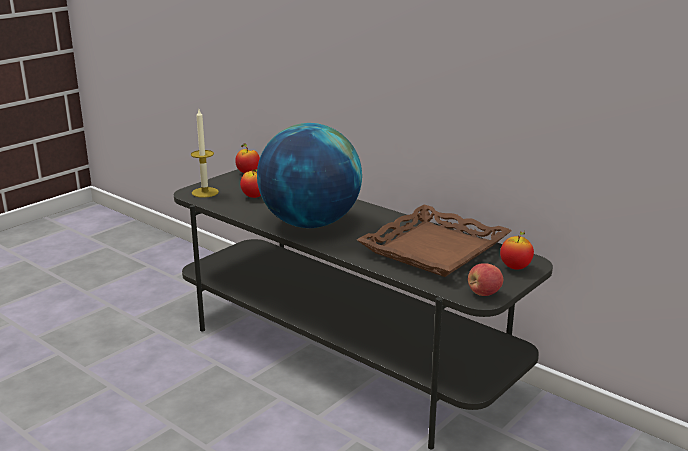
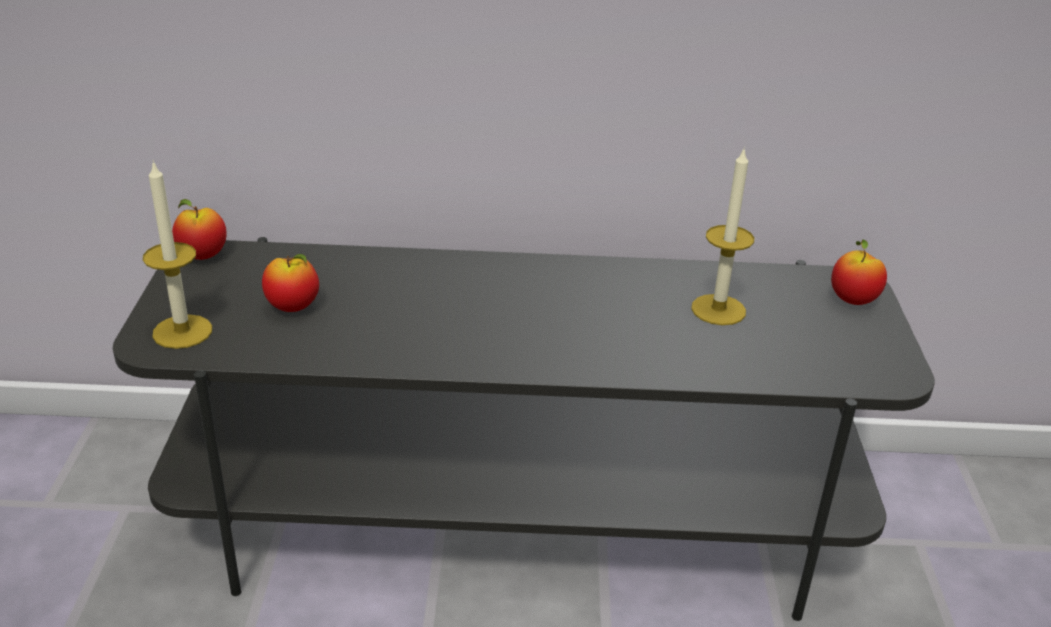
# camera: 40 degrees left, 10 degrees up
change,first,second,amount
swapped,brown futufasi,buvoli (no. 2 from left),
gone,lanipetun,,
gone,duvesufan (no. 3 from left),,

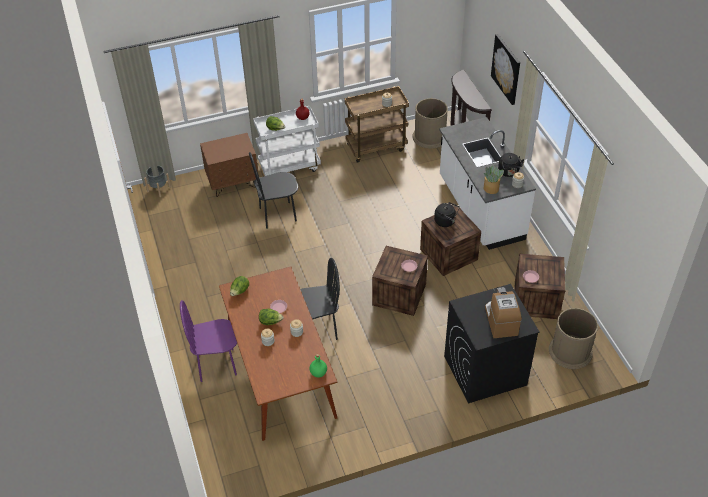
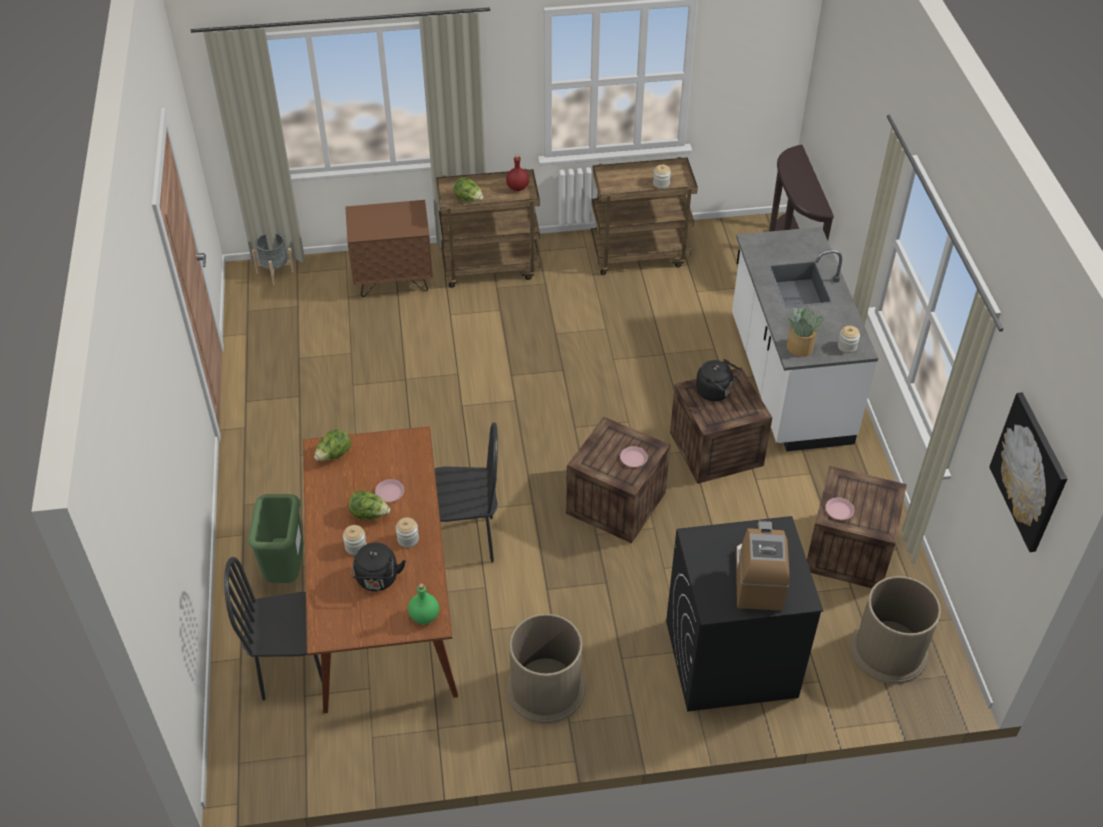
# camera: 10 degrees right, 0 degrees up
change,first,second,amount
shifted,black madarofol (no. 1 from left),,
swapped,purple madarofol,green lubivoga,
shifted,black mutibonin (no. 2 from left in the first image),black mutibonin (no. 1 from left),
repainted,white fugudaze,brown fugudaze (no. 1 from left),
shifted,brown lubivoga (no. 1 from left),,
shifted,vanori,,

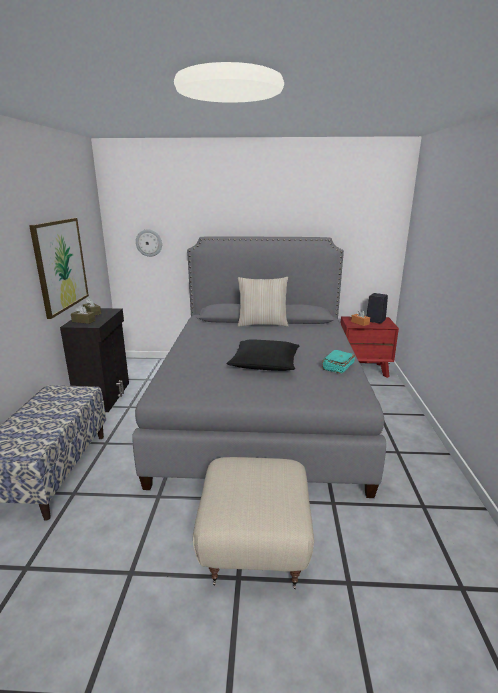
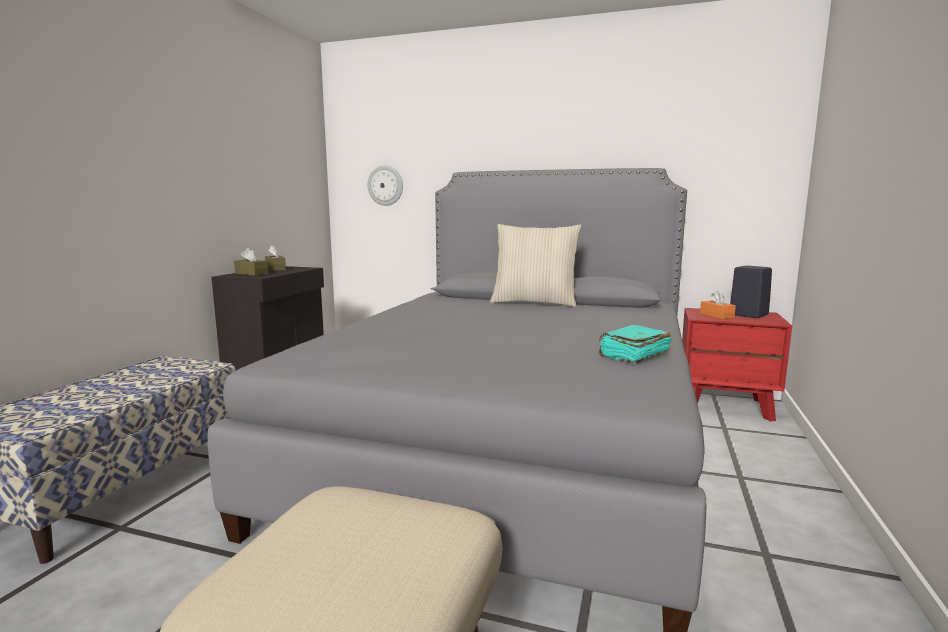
# camera: 15 degrees right, 10 degrees down
change,first,second,amount
gone,vanori,,
gone,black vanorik,,

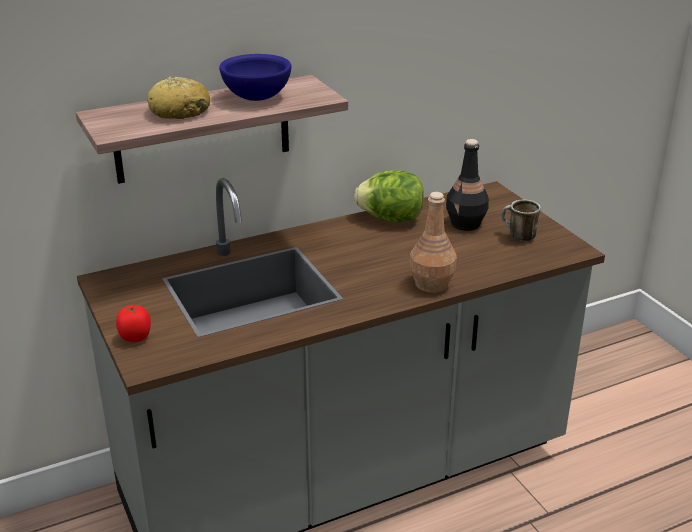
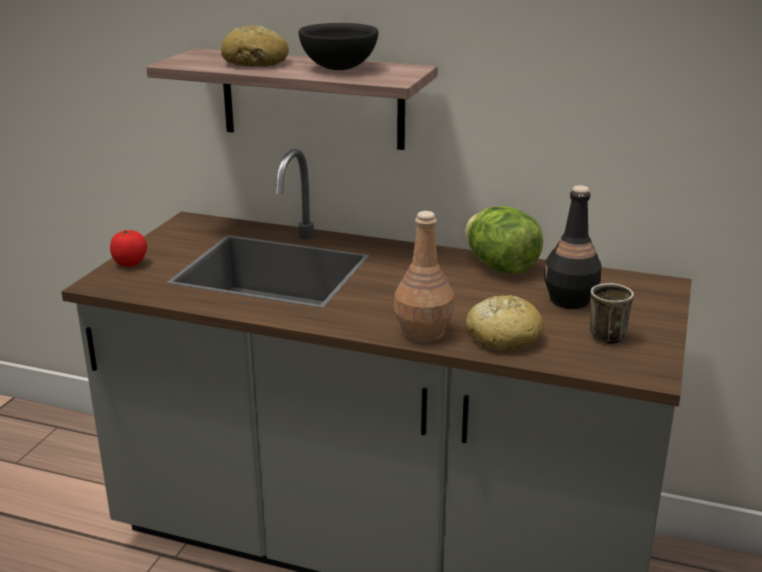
# camera: 45 degrees right, 5 degrees down
change,first,second,amount
repainted,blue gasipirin,black gasipirin,
new,,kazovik (no. 2 from left),

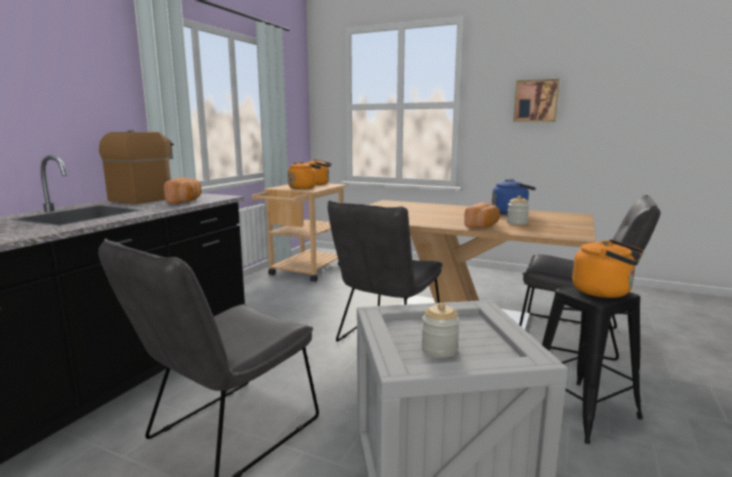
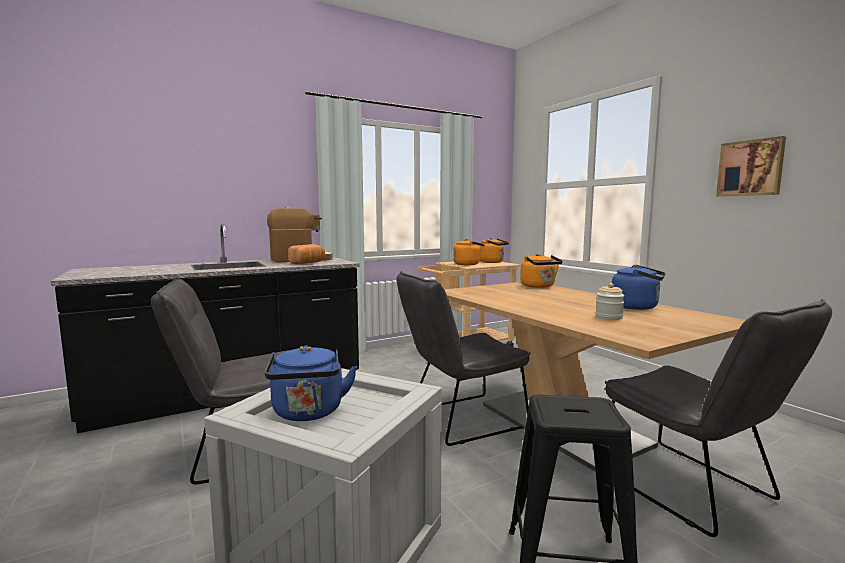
# camera: 35 degrees right, 5 degrees down
change,first,second,amount
swapped,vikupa (no. 1 from left),blue mutibonin (no. 1 from left),
shifted,orange mutibonin (no. 3 from left),,
gone,kazovik (no. 2 from left),,

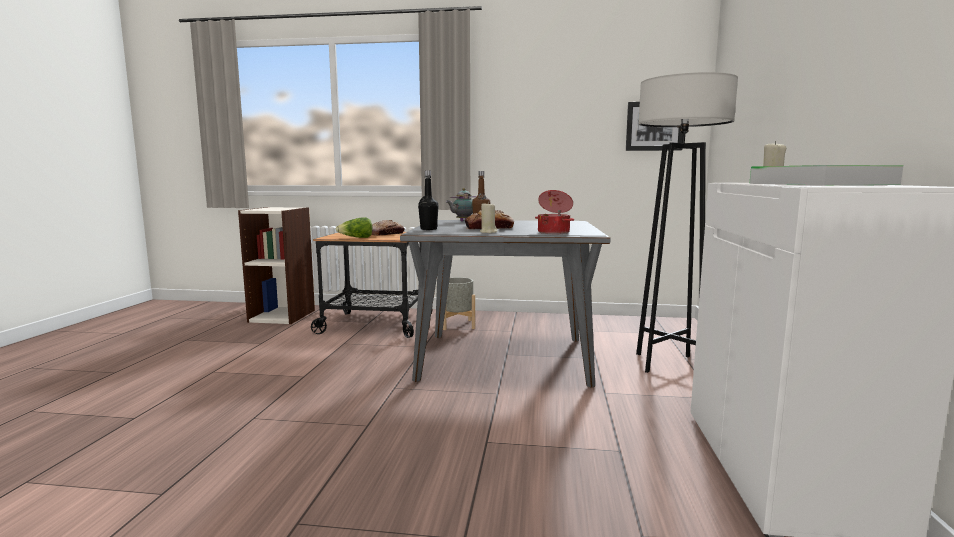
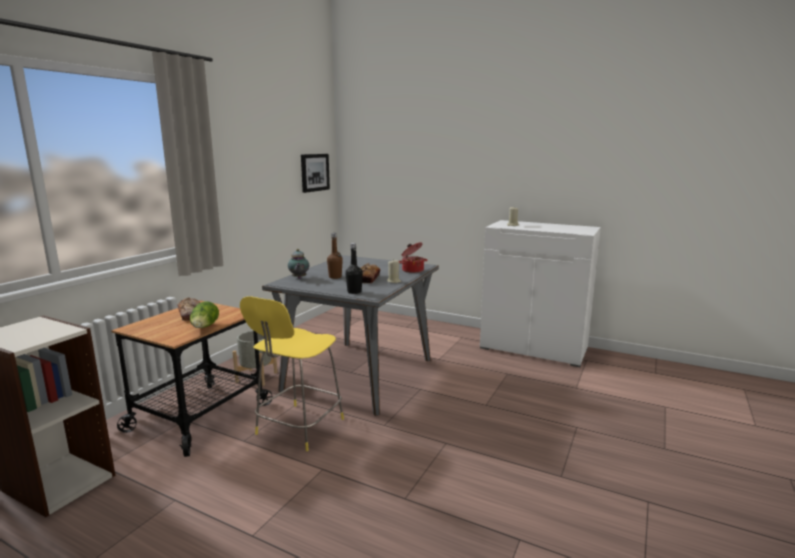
# camera: 70 degrees left, 5 degrees up
change,first,second,amount
new,,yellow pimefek,
gone,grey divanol,,
gone,futufasi,,

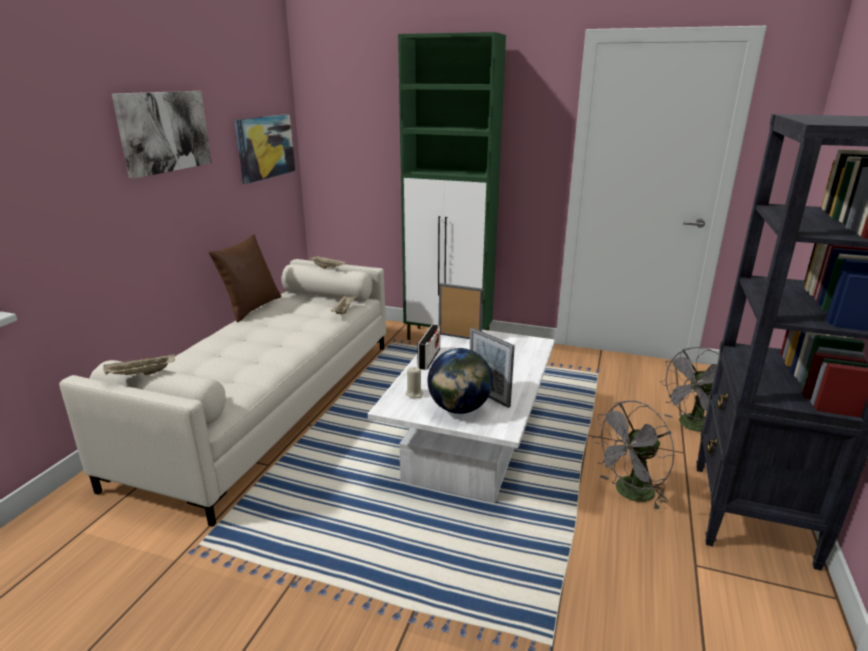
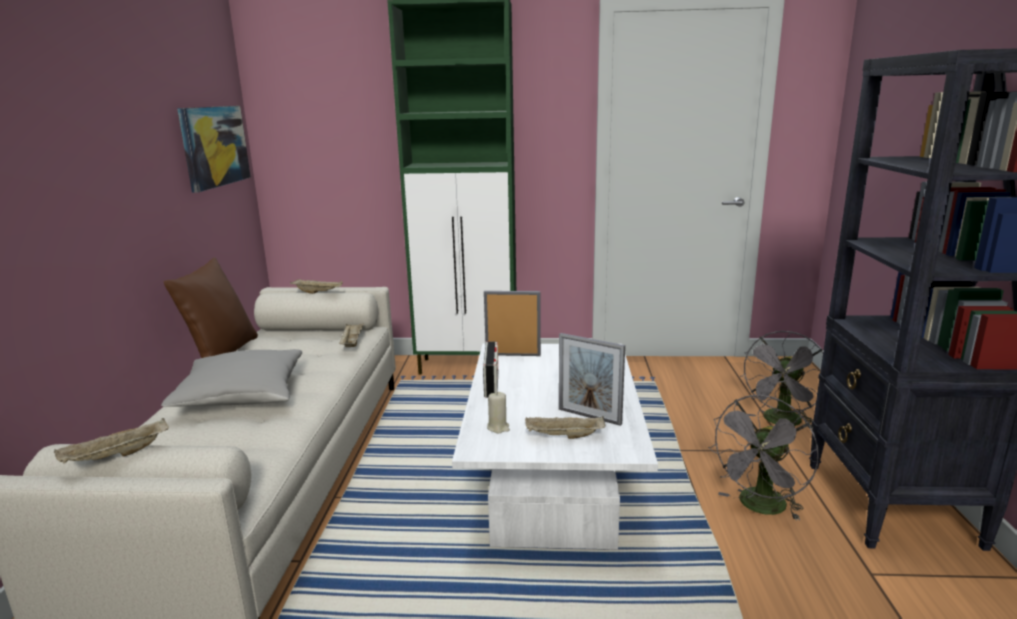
# camera: 15 degrees left, 5 degrees down
change,first,second,amount
new,,grey vanorik,
swapped,lanipetun,beige futufasi (no. 4 from left),
gone,vanori (no. 1 from left),,

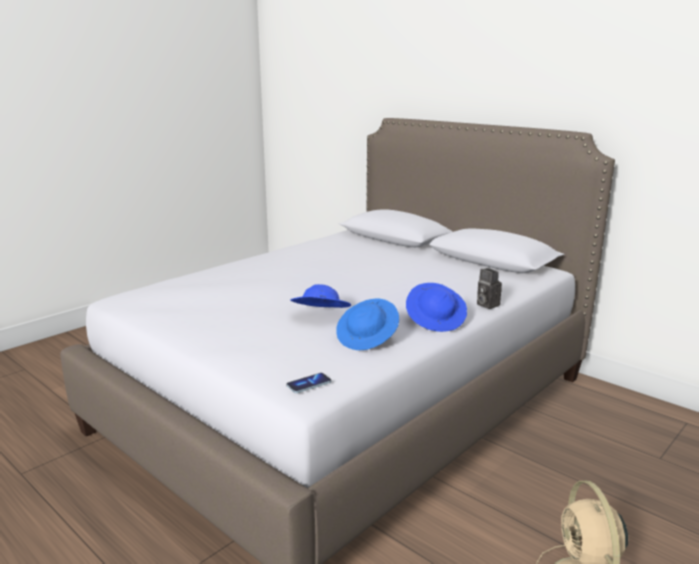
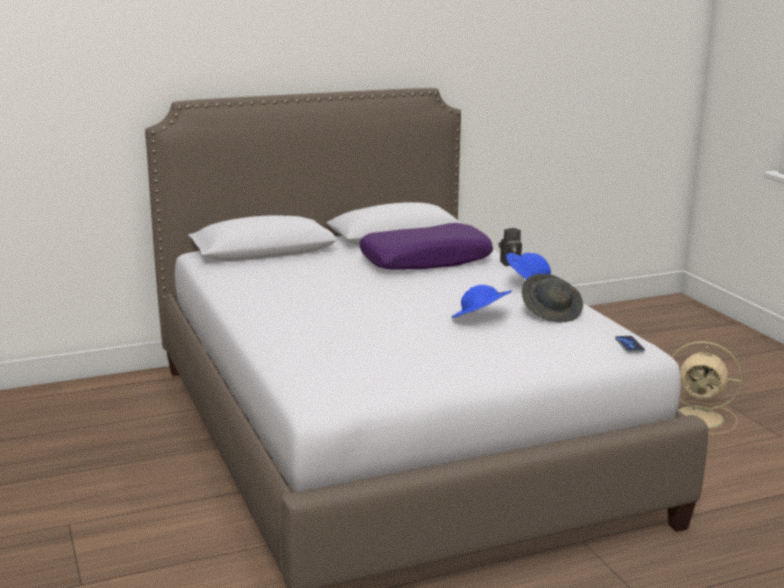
# camera: 65 degrees left, 0 degrees up
change,first,second,amount
new,,purple vanorik,
repainted,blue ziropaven (no. 2 from left),grey ziropaven,

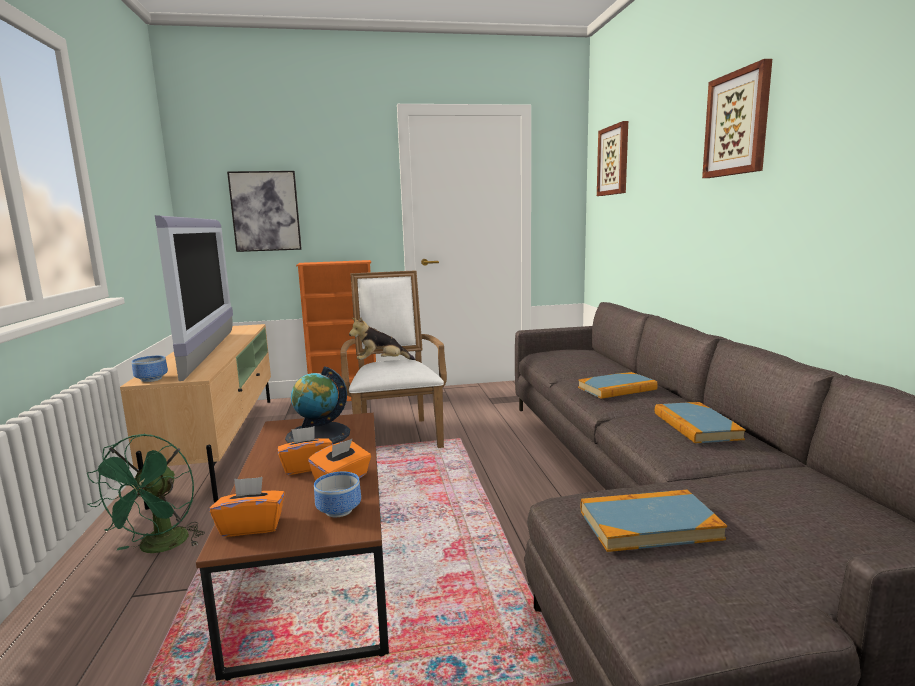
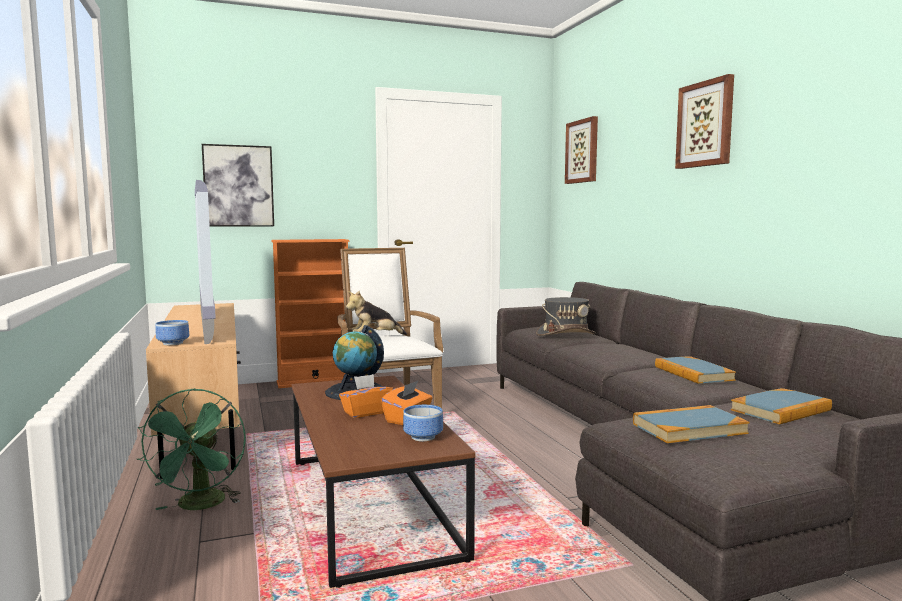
# camera: 10 degrees left, 5 degrees down
change,first,second,amount
new,,grey ziropaven,
shifted,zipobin (no. 1 from left in the first image),zipobin (no. 3 from left),
gone,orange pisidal (no. 1 from left),,

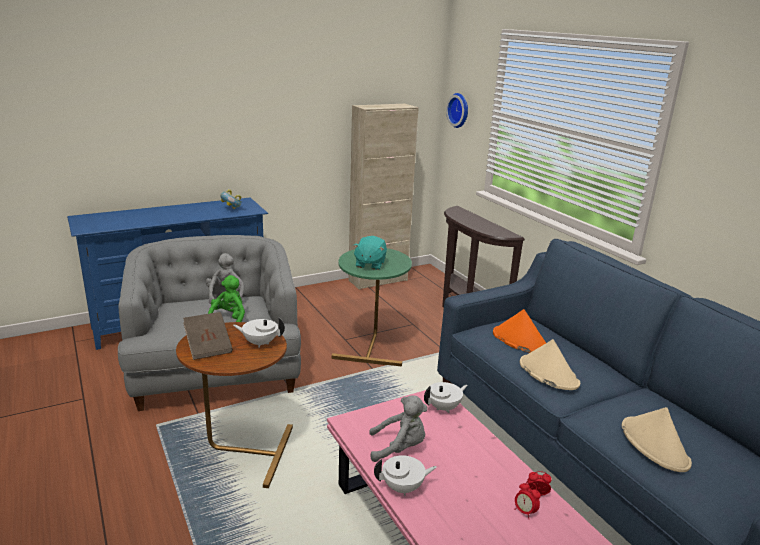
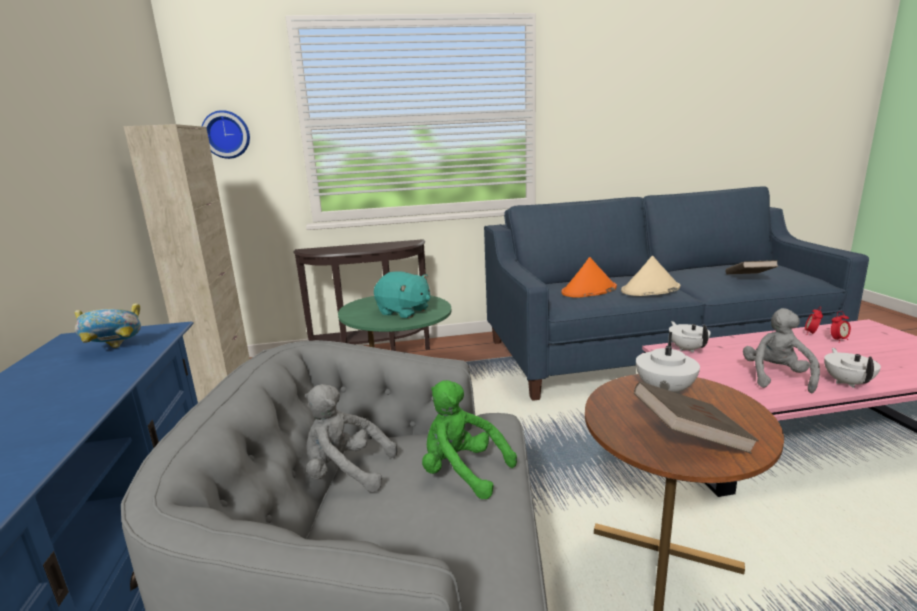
# camera: 70 degrees left, 5 degrees down
change,first,second,amount
swapped,beige ziropaven (no. 2 from left),brown zipobin (no. 2 from left),

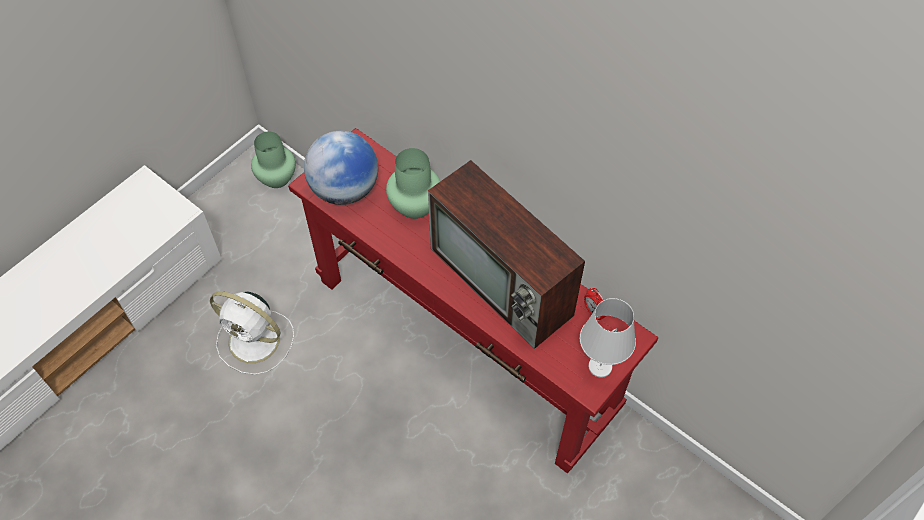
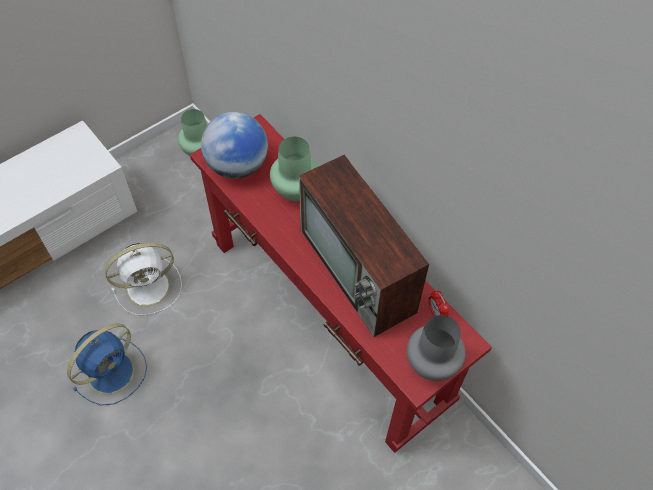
# camera: 10 degrees right, 0 degrees up
change,first,second,amount
new,,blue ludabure,
rotated,white ludabure,,60 degrees counterclockwise
swapped,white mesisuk,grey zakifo,

